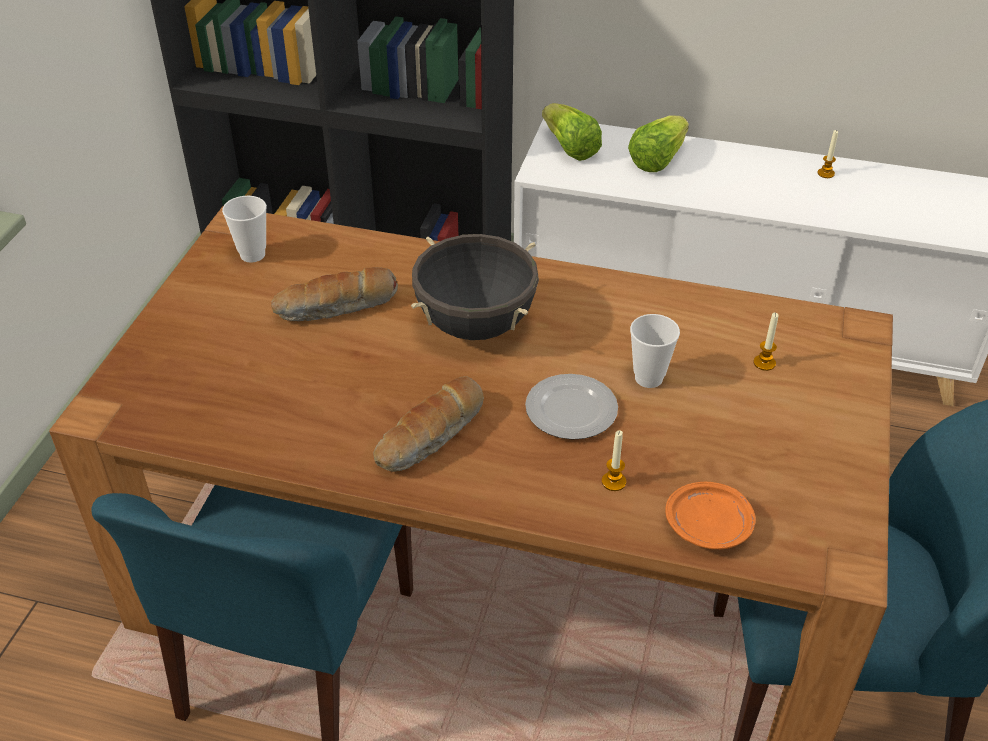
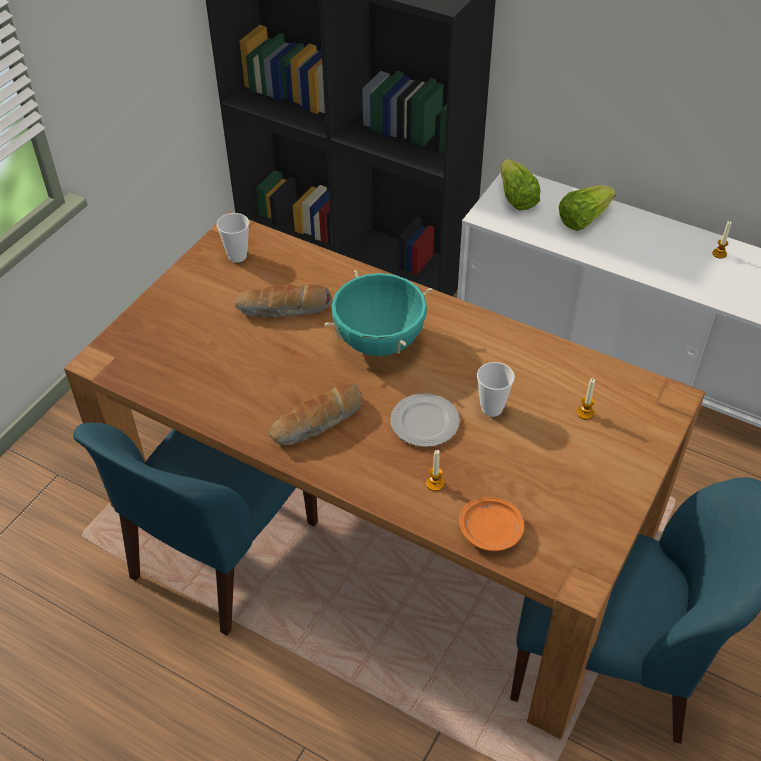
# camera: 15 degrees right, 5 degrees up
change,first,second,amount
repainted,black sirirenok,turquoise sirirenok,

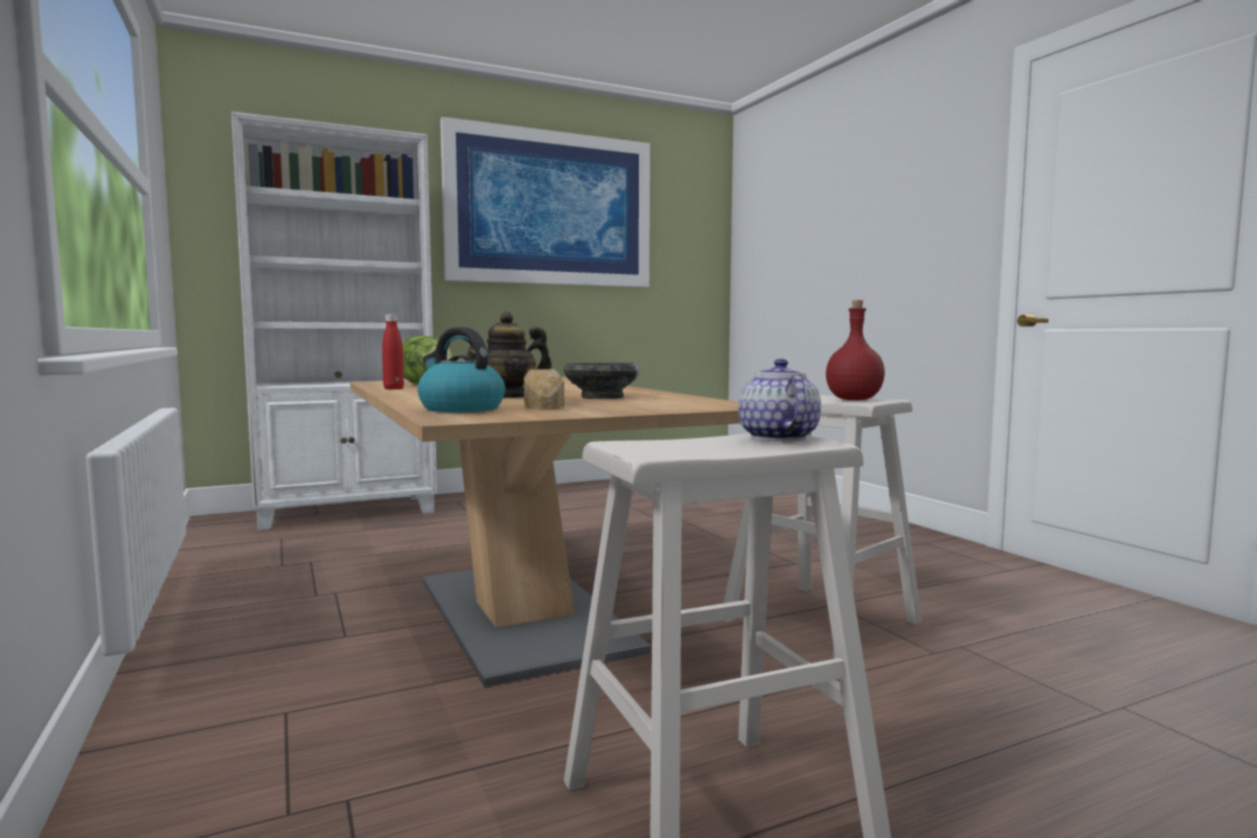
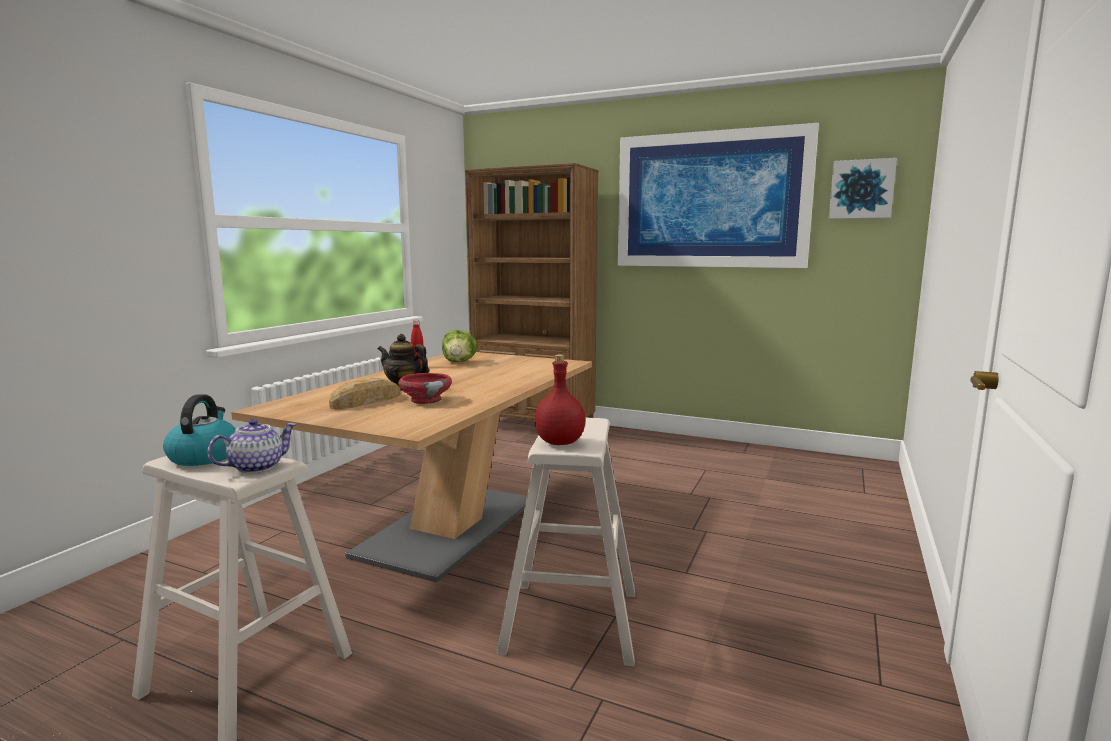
# camera: 50 degrees right, 5 degrees up
change,first,second,amount
shifted,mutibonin,,
repainted,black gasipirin,red gasipirin,
repainted,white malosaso,brown malosaso,
new,,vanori (no. 2 from left),

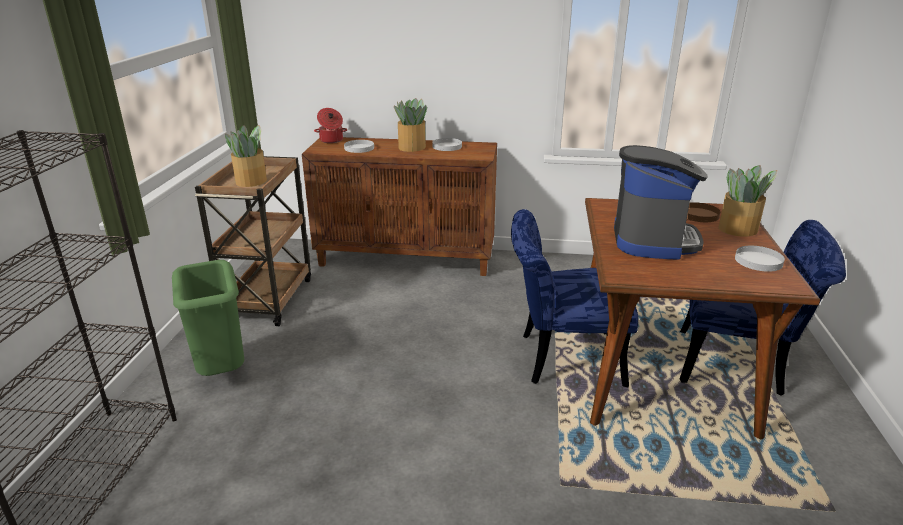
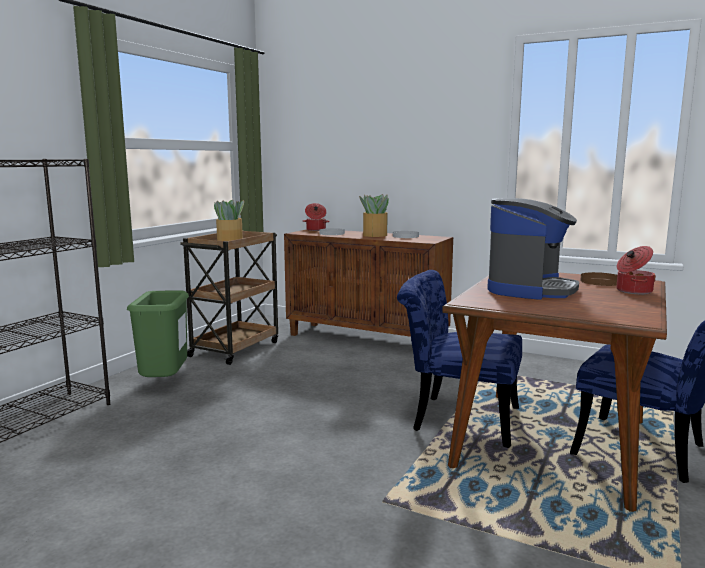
# camera: 20 degrees right, 15 degrees down
change,first,second,amount
swapped,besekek (no. 3 from left),sirirenok (no. 2 from left),
gone,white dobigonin (no. 3 from left),,

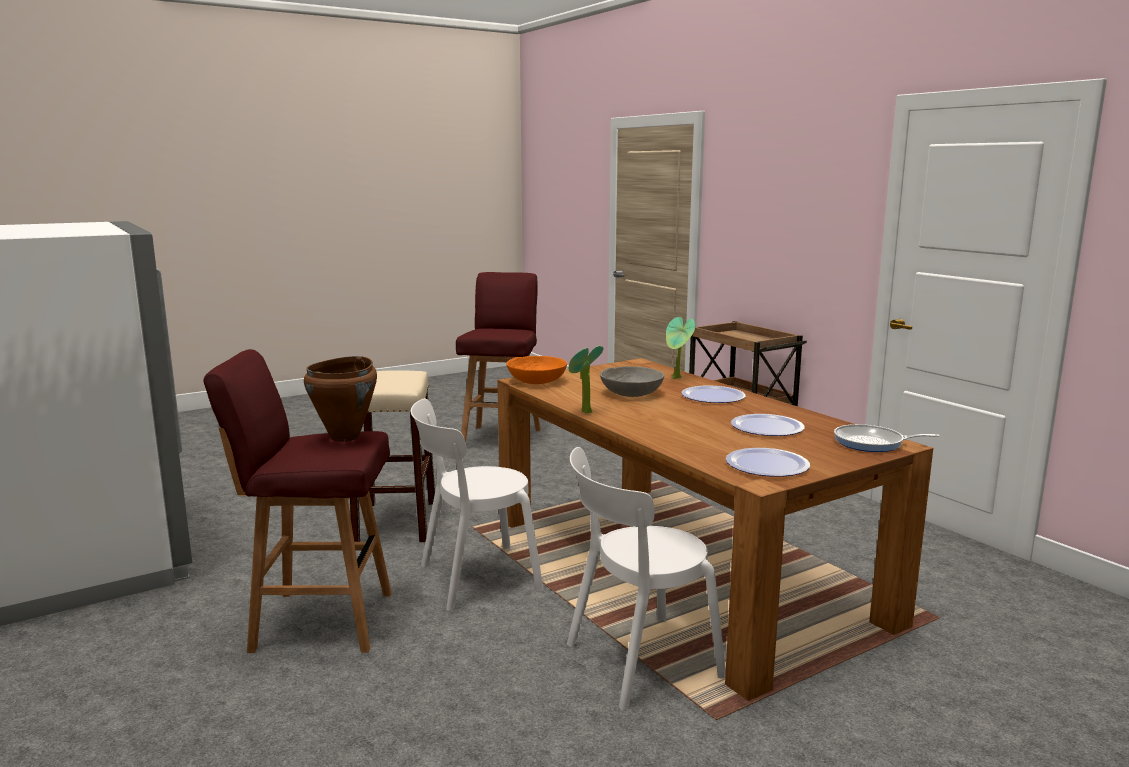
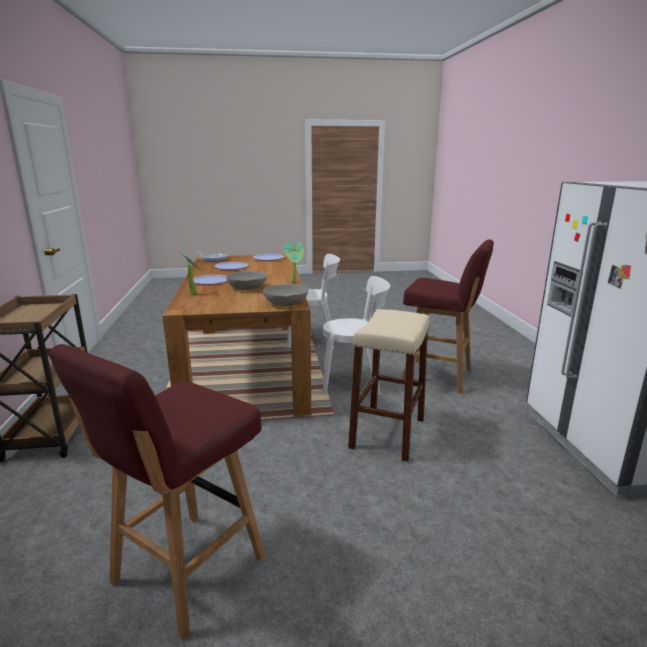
# camera: 155 degrees left, 5 degrees up
change,first,second,amount
repainted,orange gasipirin,grey gasipirin (no. 2 from left),
gone,brown sirirenok,,

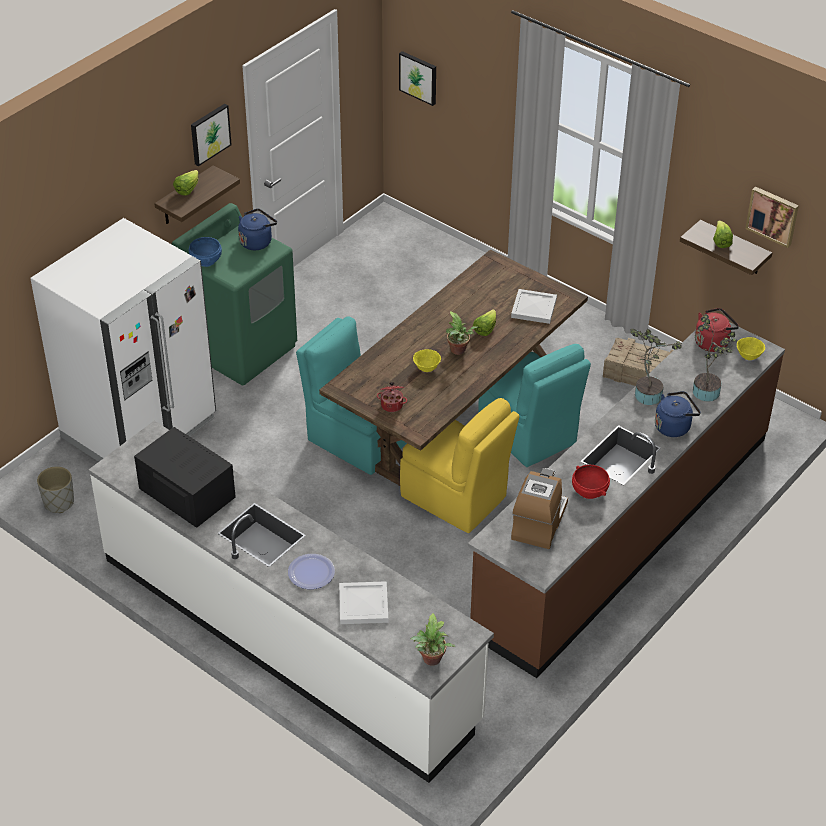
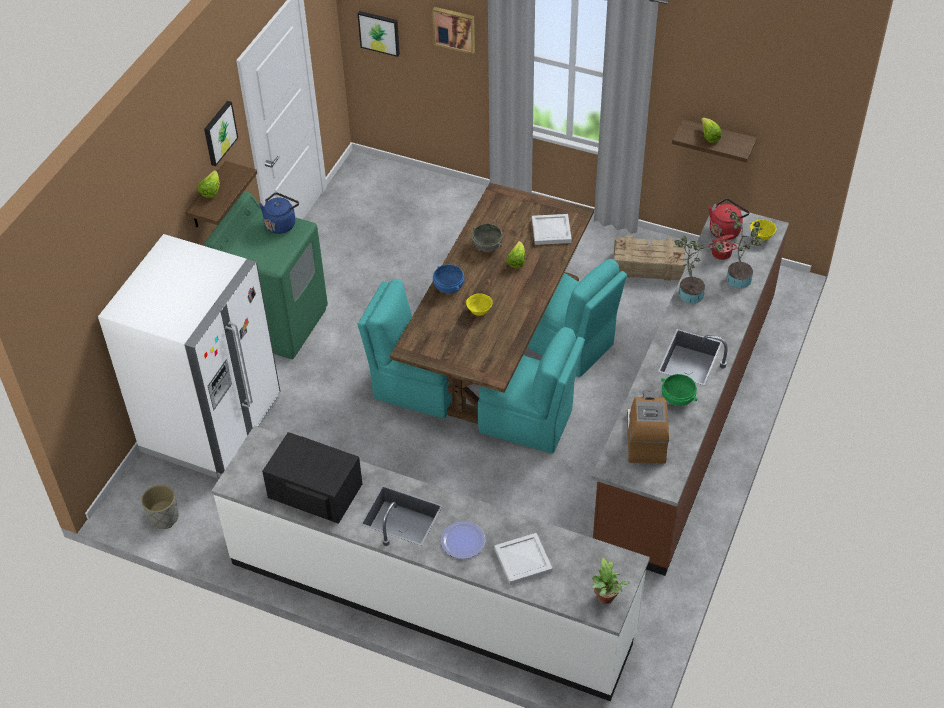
# camera: 15 degrees left, 5 degrees up
change,first,second,amount
shifted,vanori (no. 3 from left),,
shifted,blue gasipirin,,
new,,grey gasipirin,
repainted,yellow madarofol,turquoise madarofol (no. 2 from left),
repainted,red gasipirin,green gasipirin,
shifted,sirirenok,,
gone,besekek (no. 2 from left),,
gone,blue mutibonin (no. 2 from left),,

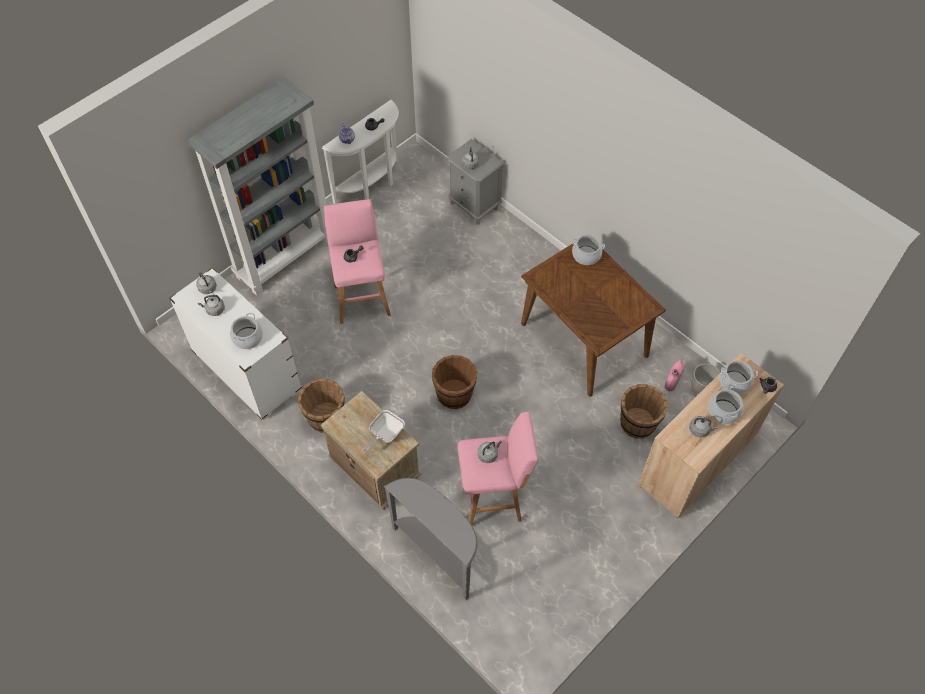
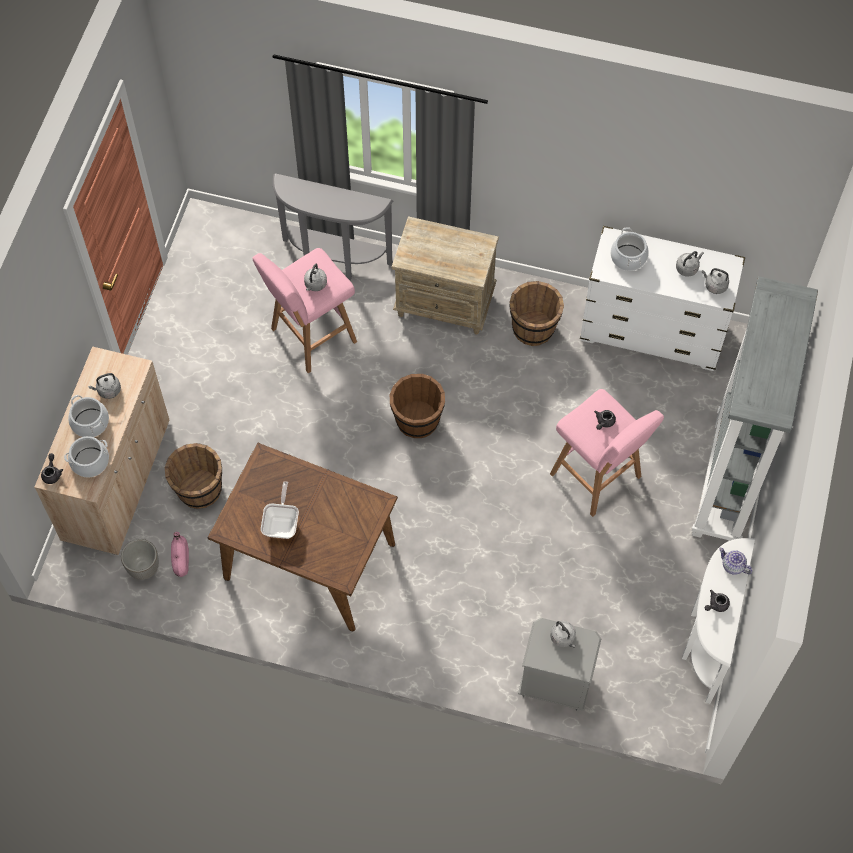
# camera: 150 degrees right, 5 degrees up
change,first,second,amount
shifted,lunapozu,,
gone,sirirenok (no. 2 from left),,

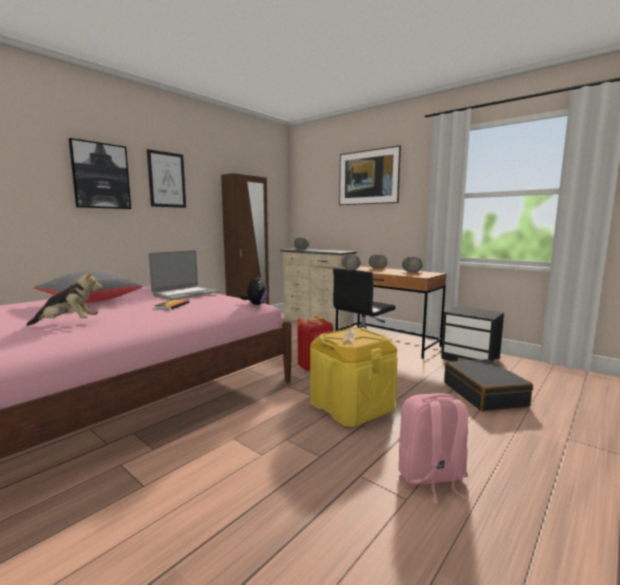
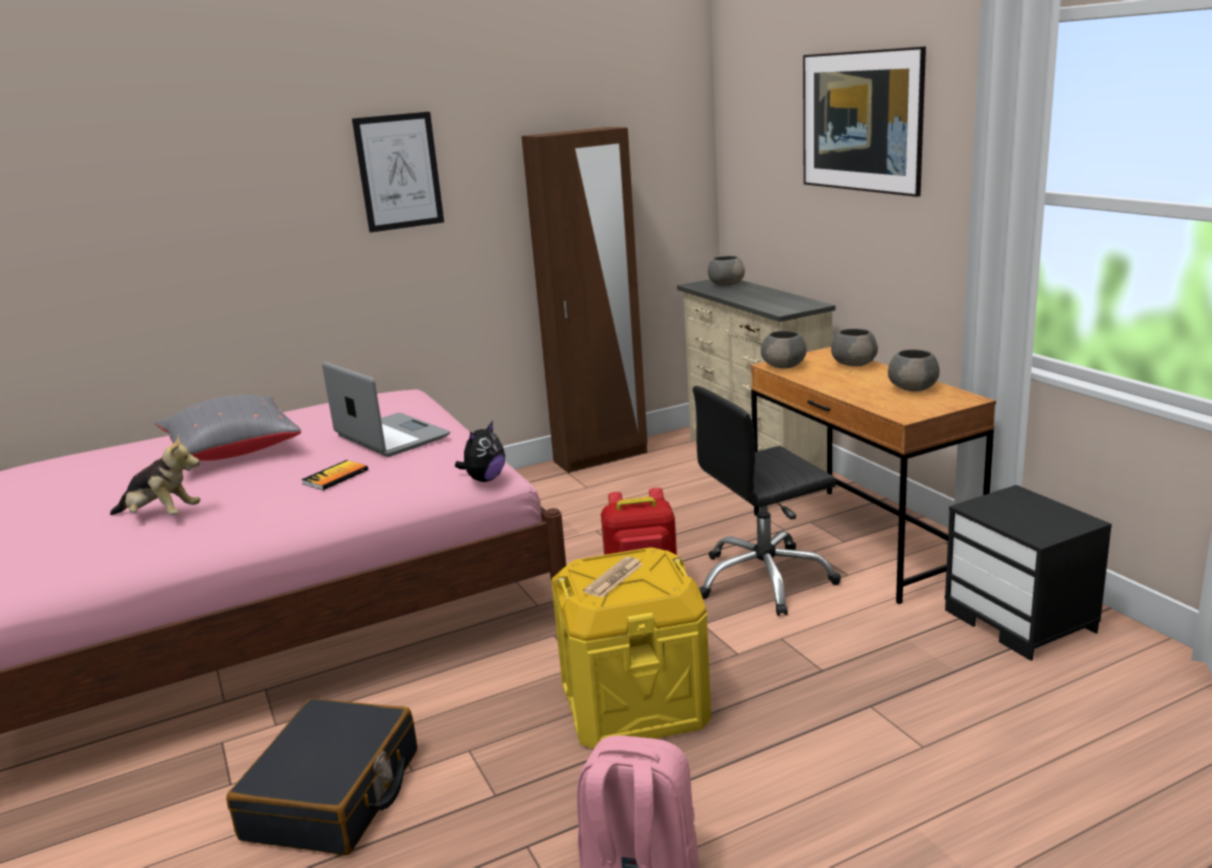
# camera: 25 degrees right, 10 degrees up
change,first,second,amount
shifted,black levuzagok,,
rotated,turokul,,105 degrees counterclockwise
gone,vanori (no. 1 from left),,

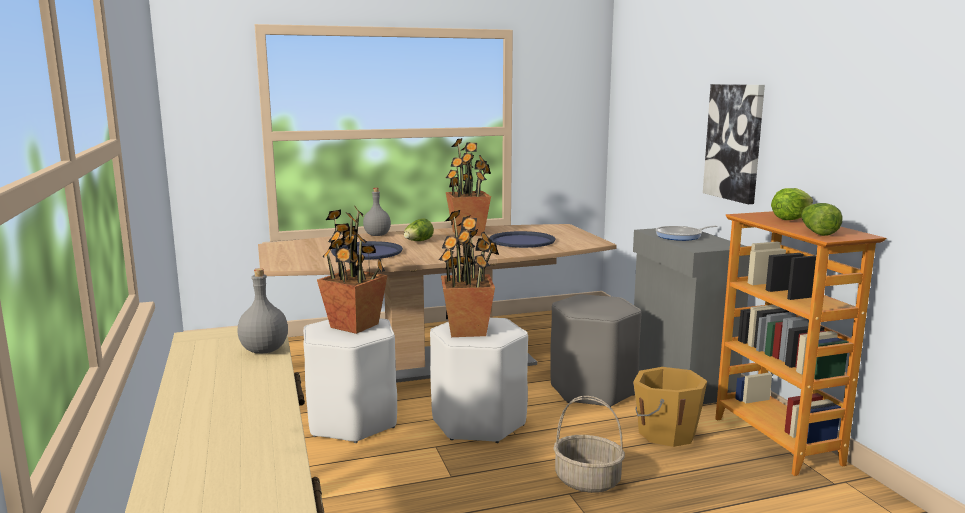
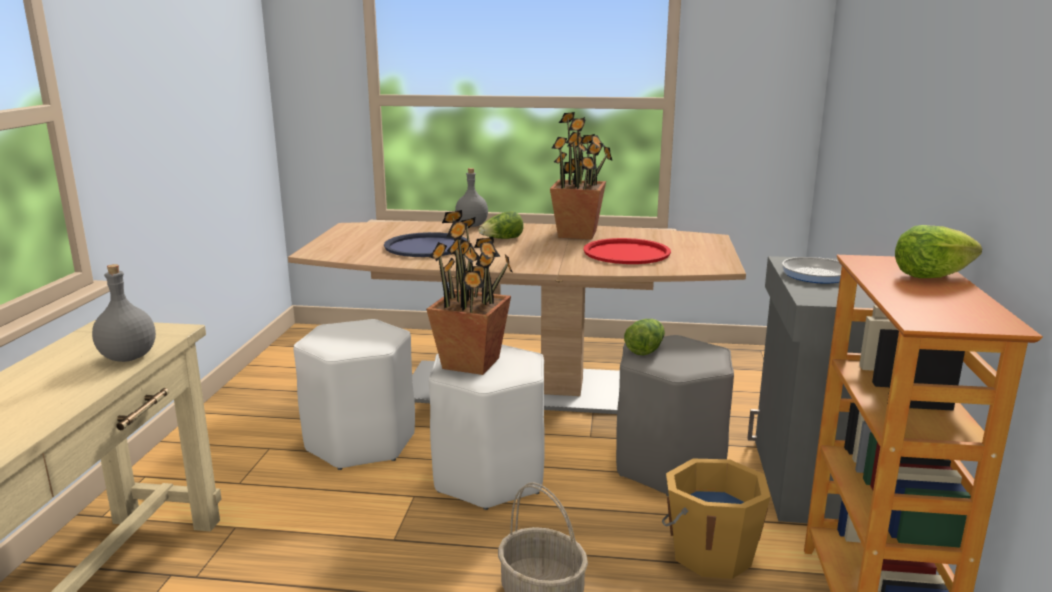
# camera: 25 degrees right, 5 degrees up
change,first,second,amount
repainted,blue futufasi (no. 2 from left),red futufasi,
shifted,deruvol (no. 3 from left in the first image),deruvol (no. 2 from left),
gone,besekek (no. 1 from left),,
gone,vanori,,

